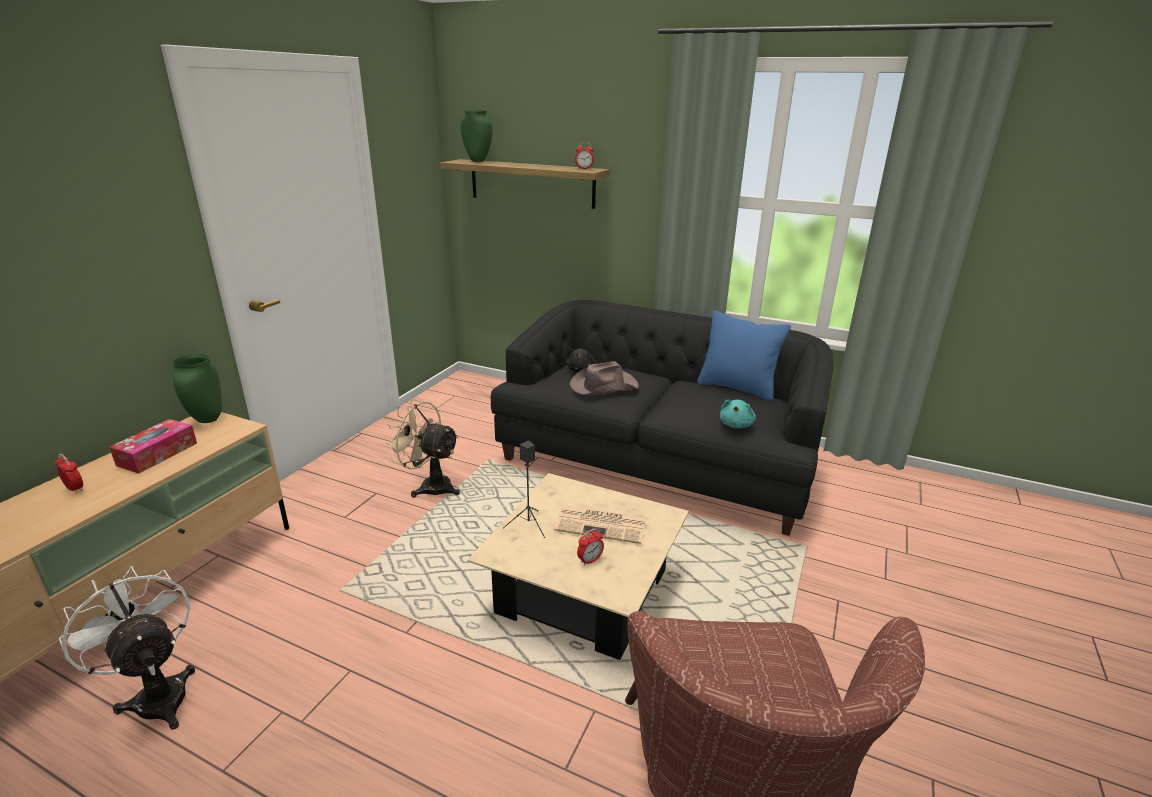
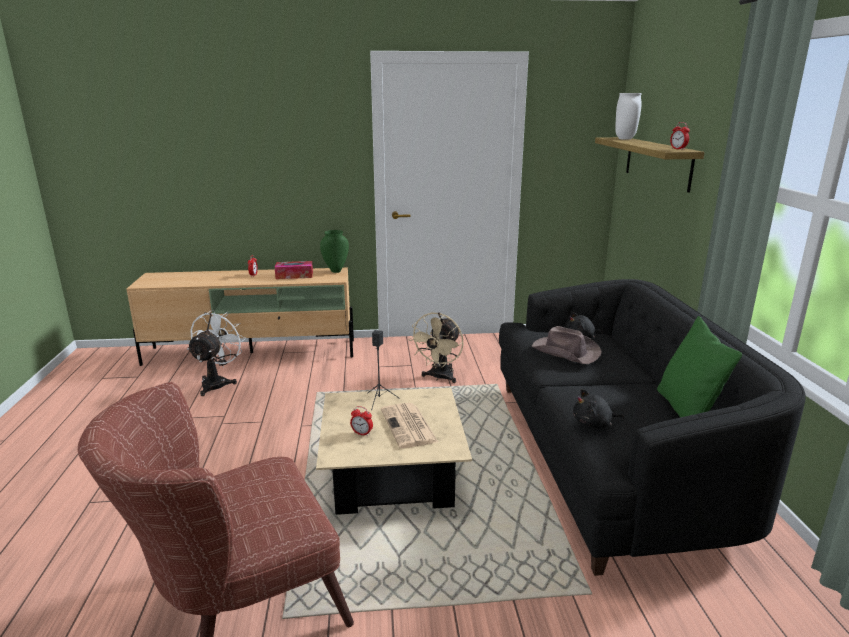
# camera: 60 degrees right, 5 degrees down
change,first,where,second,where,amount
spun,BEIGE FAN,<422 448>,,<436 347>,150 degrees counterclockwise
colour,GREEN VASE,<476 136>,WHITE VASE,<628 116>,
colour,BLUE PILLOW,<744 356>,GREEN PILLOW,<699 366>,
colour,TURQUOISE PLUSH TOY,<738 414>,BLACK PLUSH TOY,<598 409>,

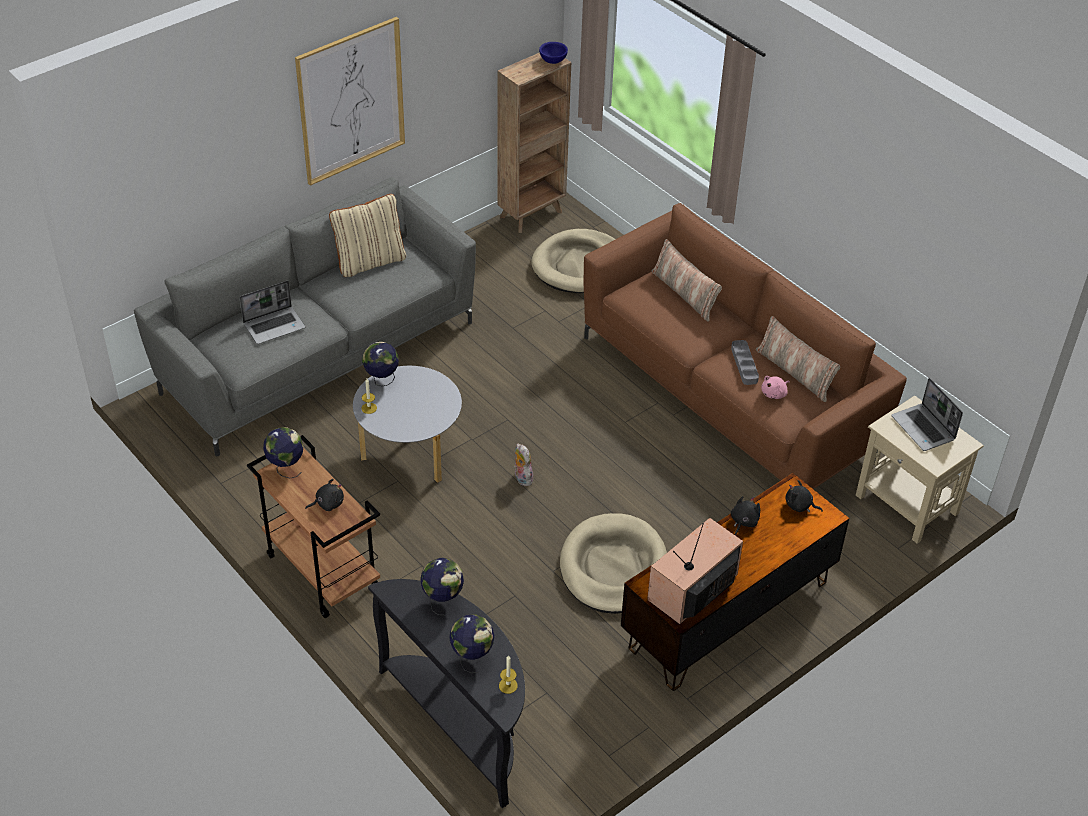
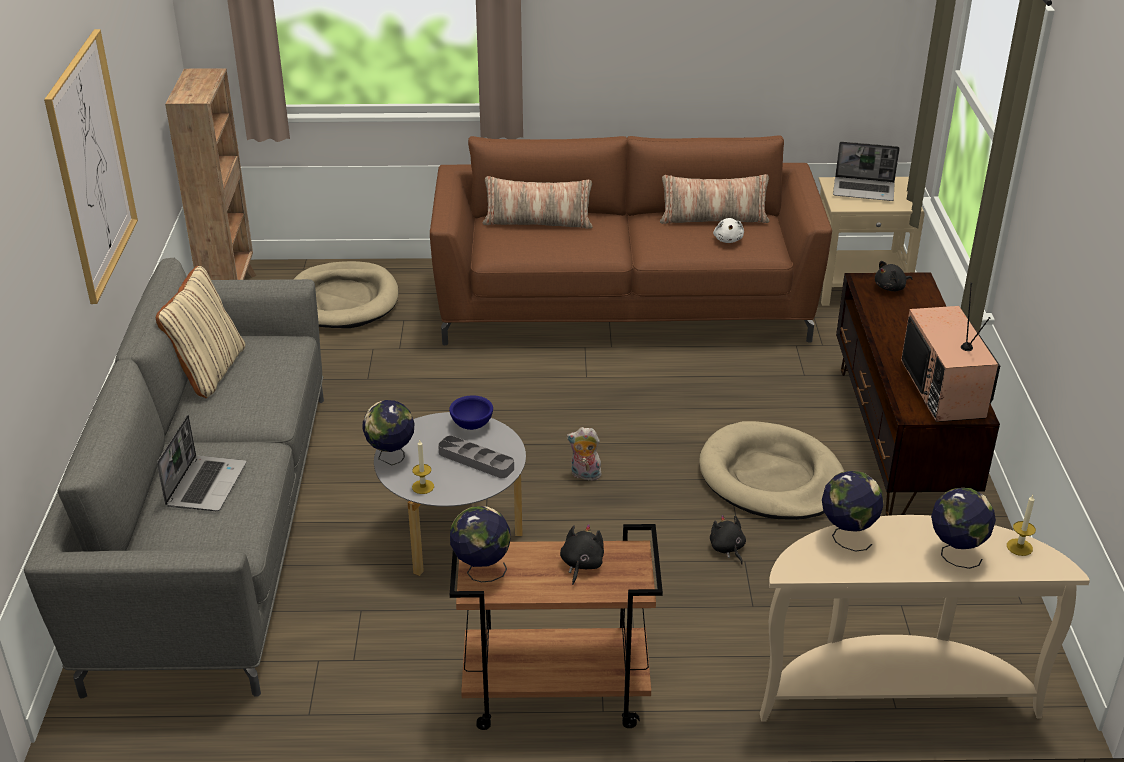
# camera: 50 degrees left, 10 degrees down
change,first,where,second,where,amount
colour,BLACK CONSOLE TABLE,<446 693>,BEIGE CONSOLE TABLE,<925 618>,
relocated,BLUE BOWL,<553 53>,,<471 412>,
relocated,GREY TRAY,<745 362>,,<476 456>,
relocated,BLACK PLUSH TOY,<745 515>,,<728 540>,
colour,PINK PLUSH TOY,<775 387>,WHITE PLUSH TOY,<728 230>,

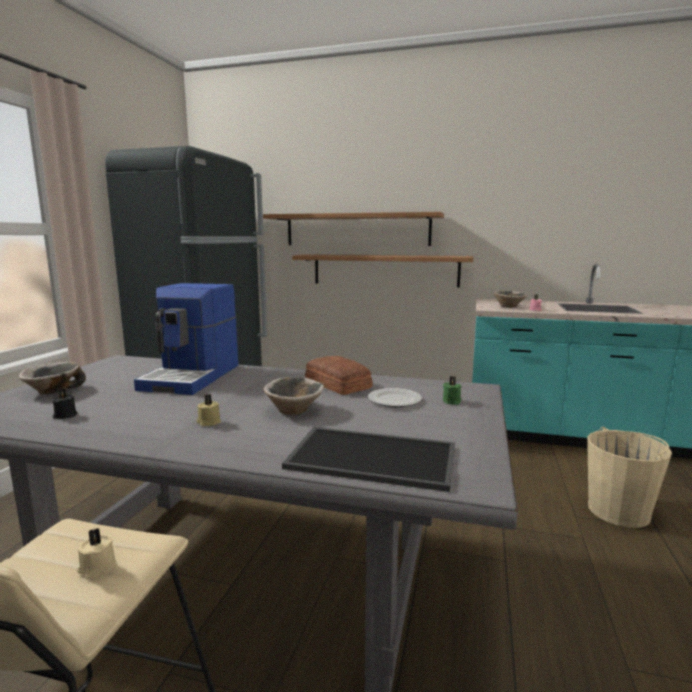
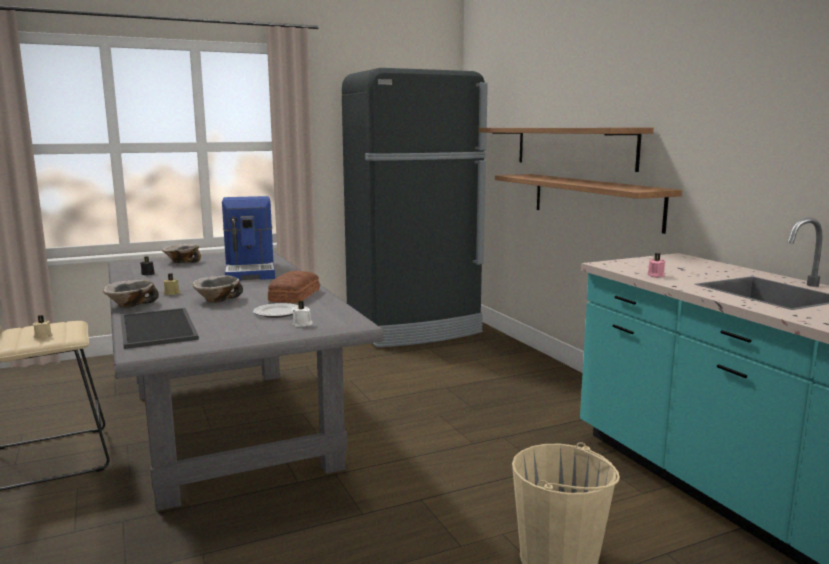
# camera: 50 degrees right, 0 degrees up
change,first,where,second,where,amount
spun,COFFEE MACHINE,<186 339>,,<248 238>,75 degrees counterclockwise
colour,GREEN CANDLE,<452 390>,WHITE CANDLE,<303 314>,
relocated,BOWL,<510 299>,,<131 294>,

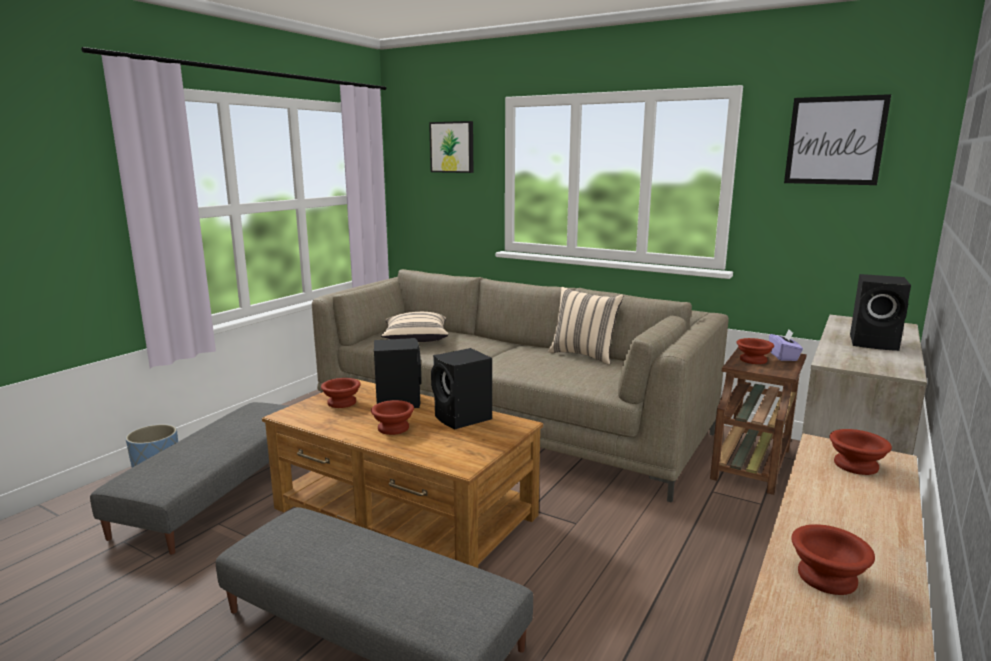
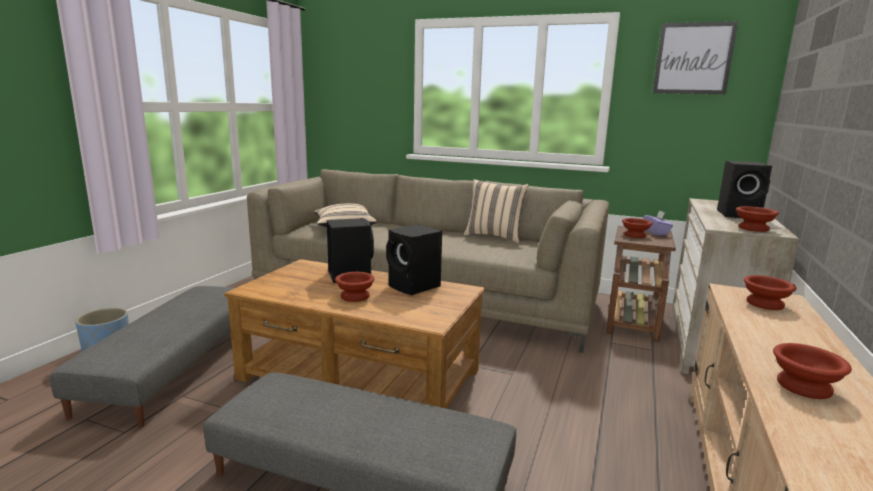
# camera: 10 degrees left, 0 degrees up
change,first,where,second,where,amount
relocated,BROWN BOWL,<341 393>,,<757 219>,
missing,PICTURE,<451 147>,,,

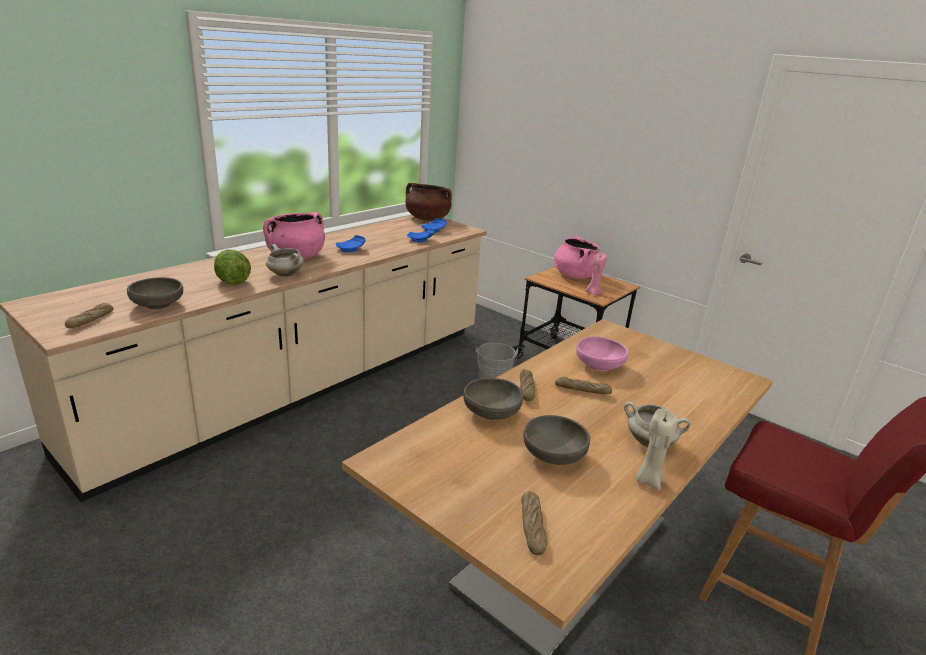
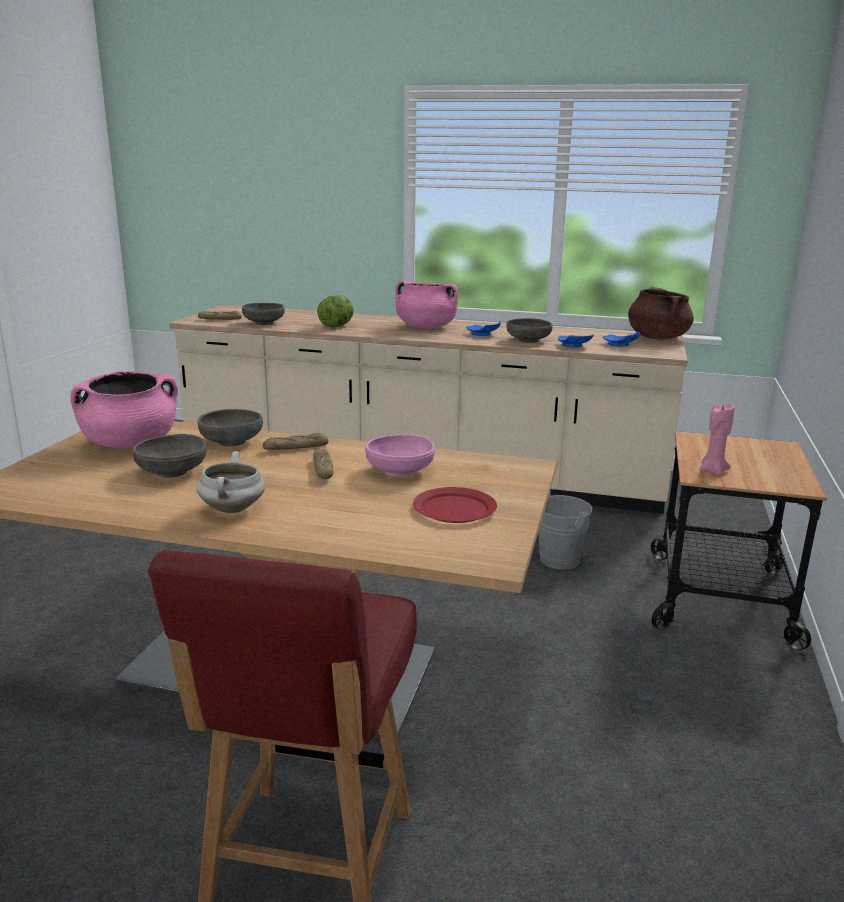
# camera: 65 degrees right, 5 degrees down
change,first,where,second,where,amount
missing,WHITE COOKING POT,<285 260>,,,
missing,BREAD,<534 523>,,,
relocated,PINK COOKING POT,<577 257>,,<124 410>,
missing,BEIGE CANDLE,<656 449>,,,
appeared,,,RED PLATE,<455 505>,
appeared,,,GREY BOWL,<530 330>,

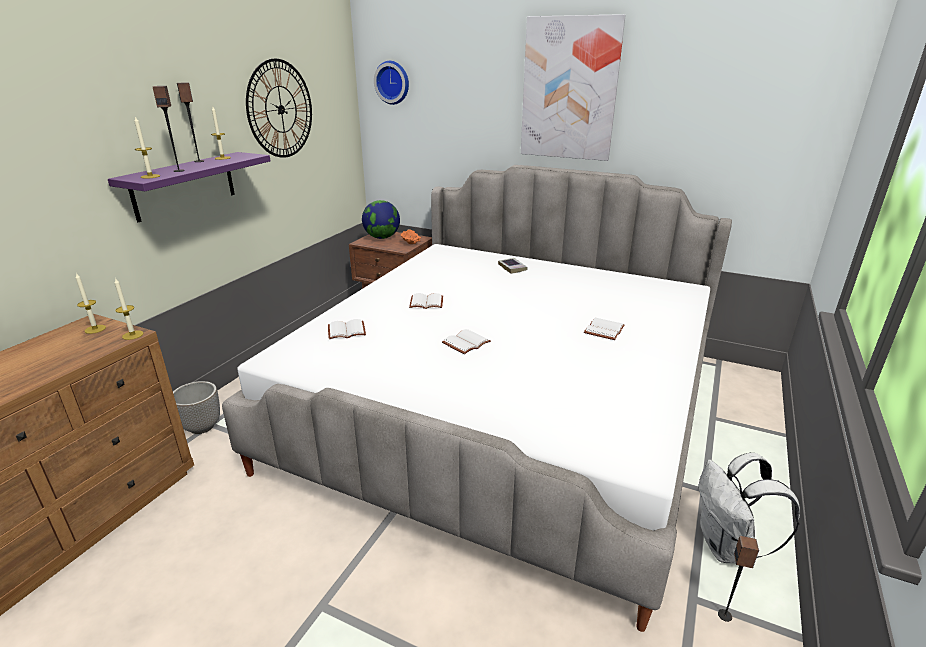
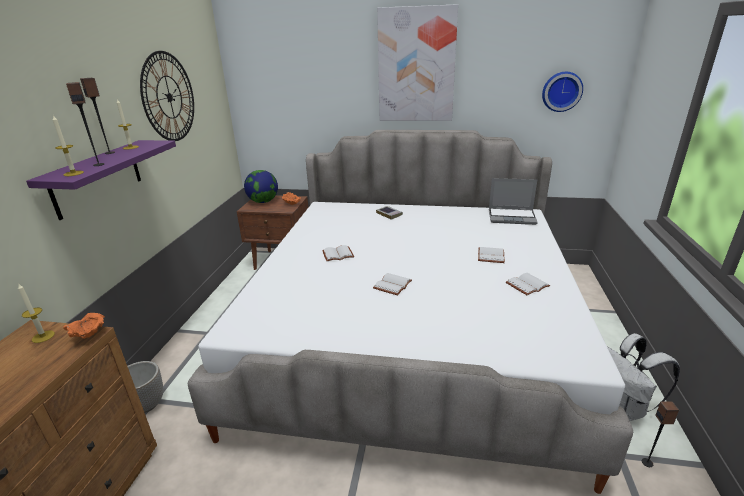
# camera: 15 degrees left, 0 degrees up
change,first,where,second,where,amount
exchanged,CANDLE,<129 309>,ORANGE BOWL,<84 326>,
relocated,WHITE BOOK,<347 329>,,<528 284>,
relocated,WALL CLOCK,<391 83>,,<562 92>,
appeared,,,LAPTOP,<513 201>,

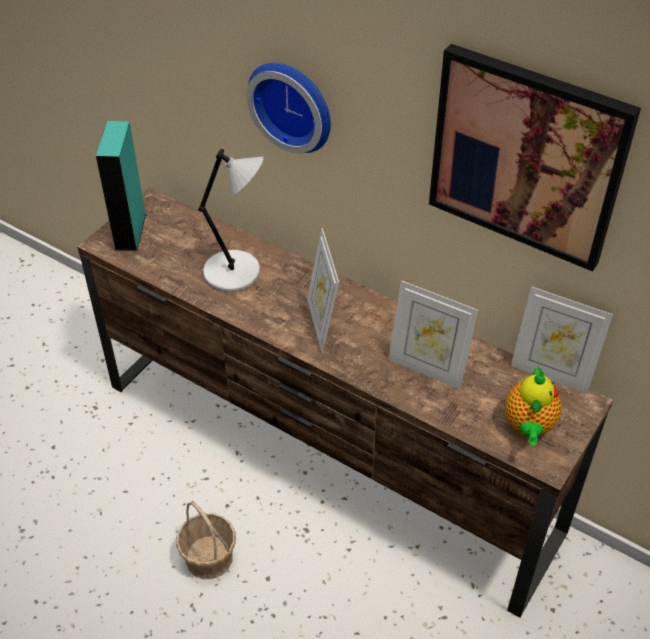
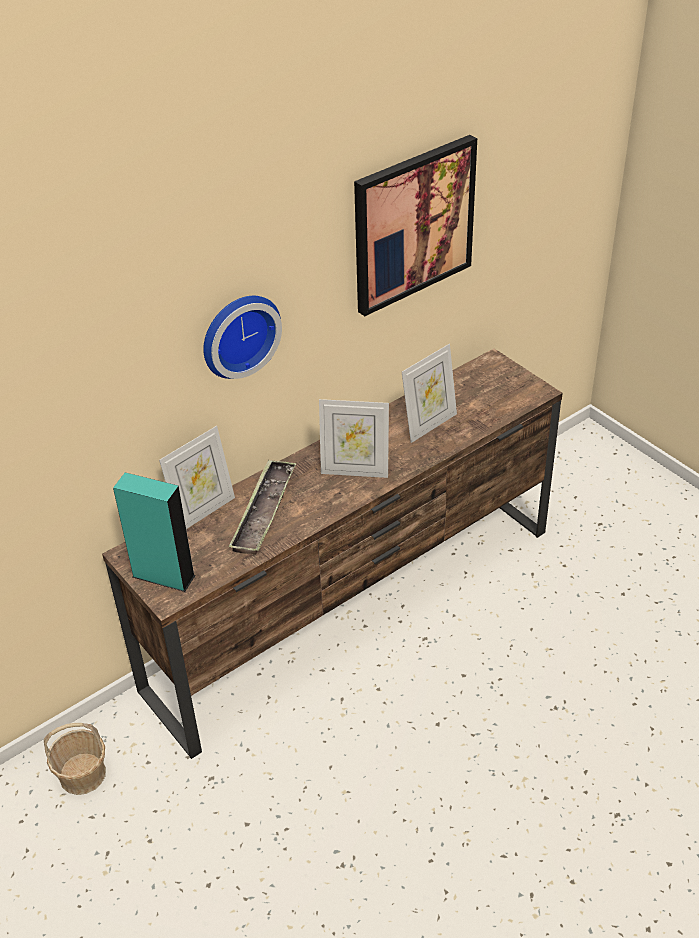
# camera: 70 degrees left, 5 degrees down
change,first,where,second,where,amount
relocated,BASKET,<206 540>,,<75 759>,
exchanged,GREY TABLE LAMP,<231 220>,TRAY,<262 507>,
missing,TEAPOT,<533 405>,,,
relocated,PICTURE FRAME,<562 340>,,<197 477>,

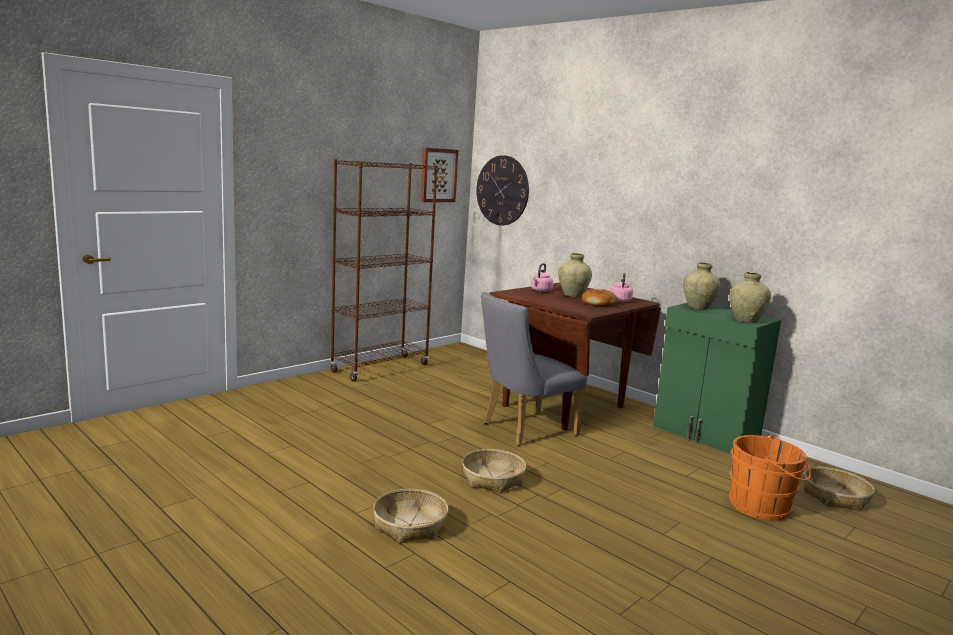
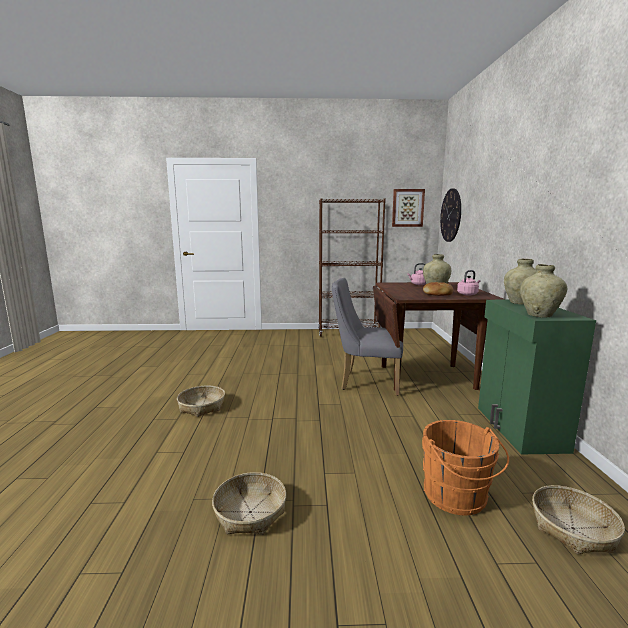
# camera: 45 degrees right, 0 degrees up
change,first,where,second,where,amount
relocated,BASKET,<494 471>,,<249 503>,

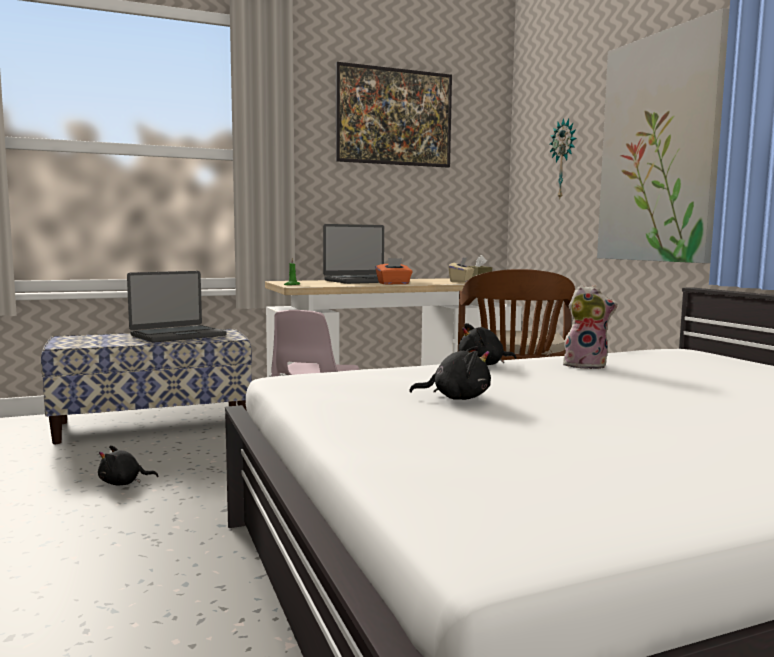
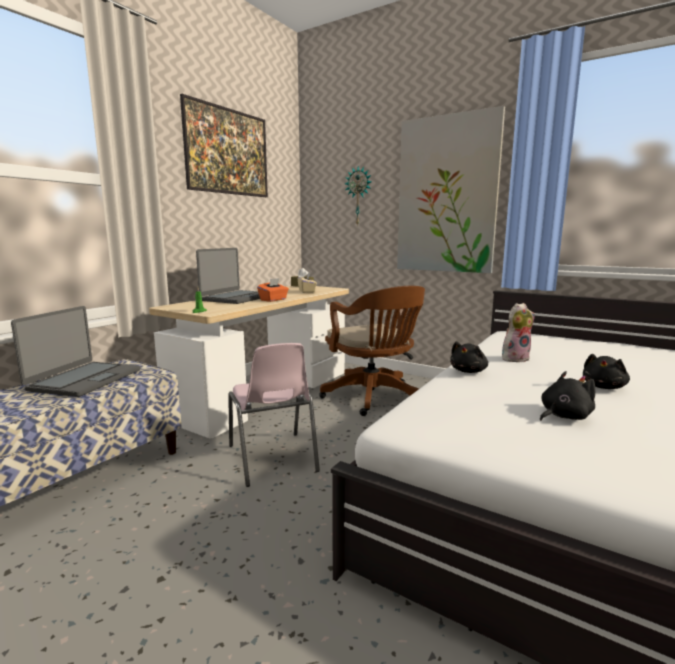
# camera: 35 degrees left, 5 degrees up
change,first,where,second,where,amount
relocated,BLACK PLUSH TOY,<128 465>,,<606 371>,

